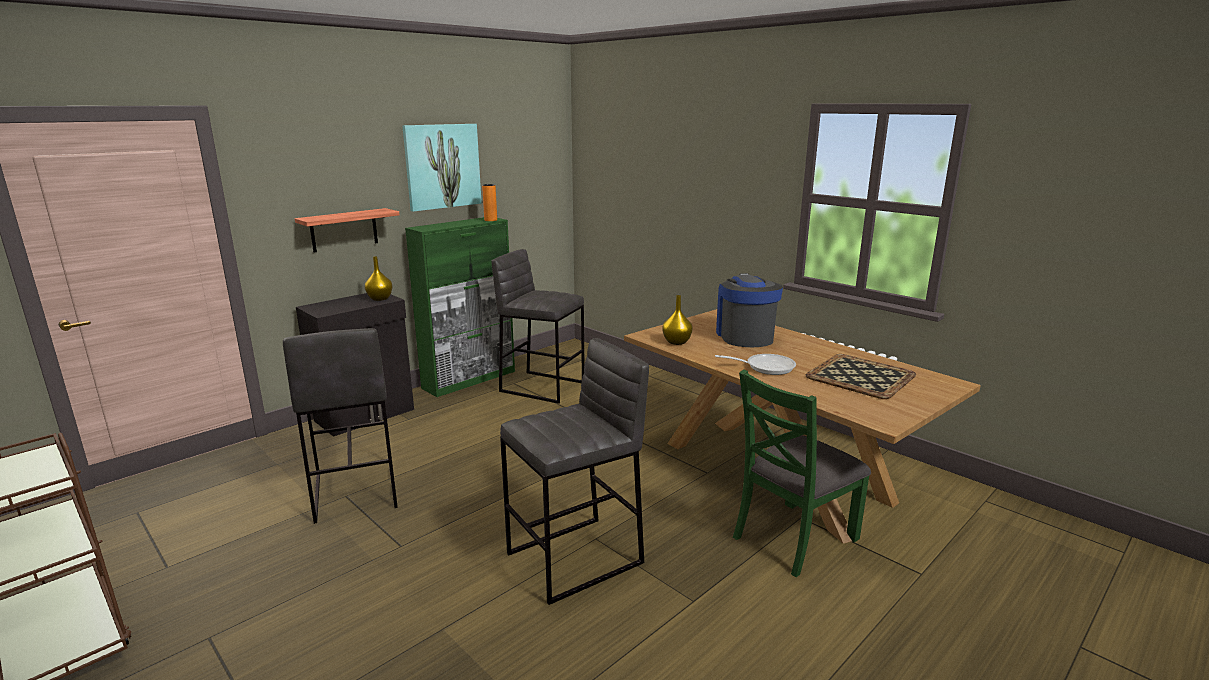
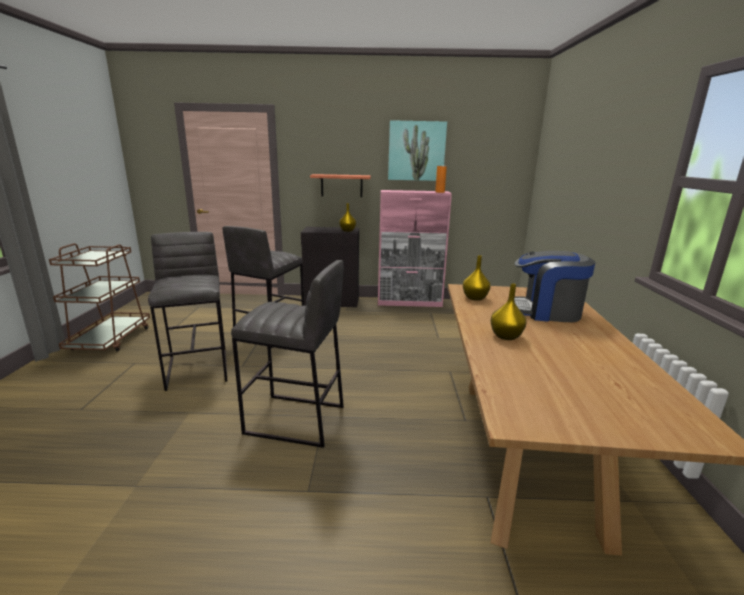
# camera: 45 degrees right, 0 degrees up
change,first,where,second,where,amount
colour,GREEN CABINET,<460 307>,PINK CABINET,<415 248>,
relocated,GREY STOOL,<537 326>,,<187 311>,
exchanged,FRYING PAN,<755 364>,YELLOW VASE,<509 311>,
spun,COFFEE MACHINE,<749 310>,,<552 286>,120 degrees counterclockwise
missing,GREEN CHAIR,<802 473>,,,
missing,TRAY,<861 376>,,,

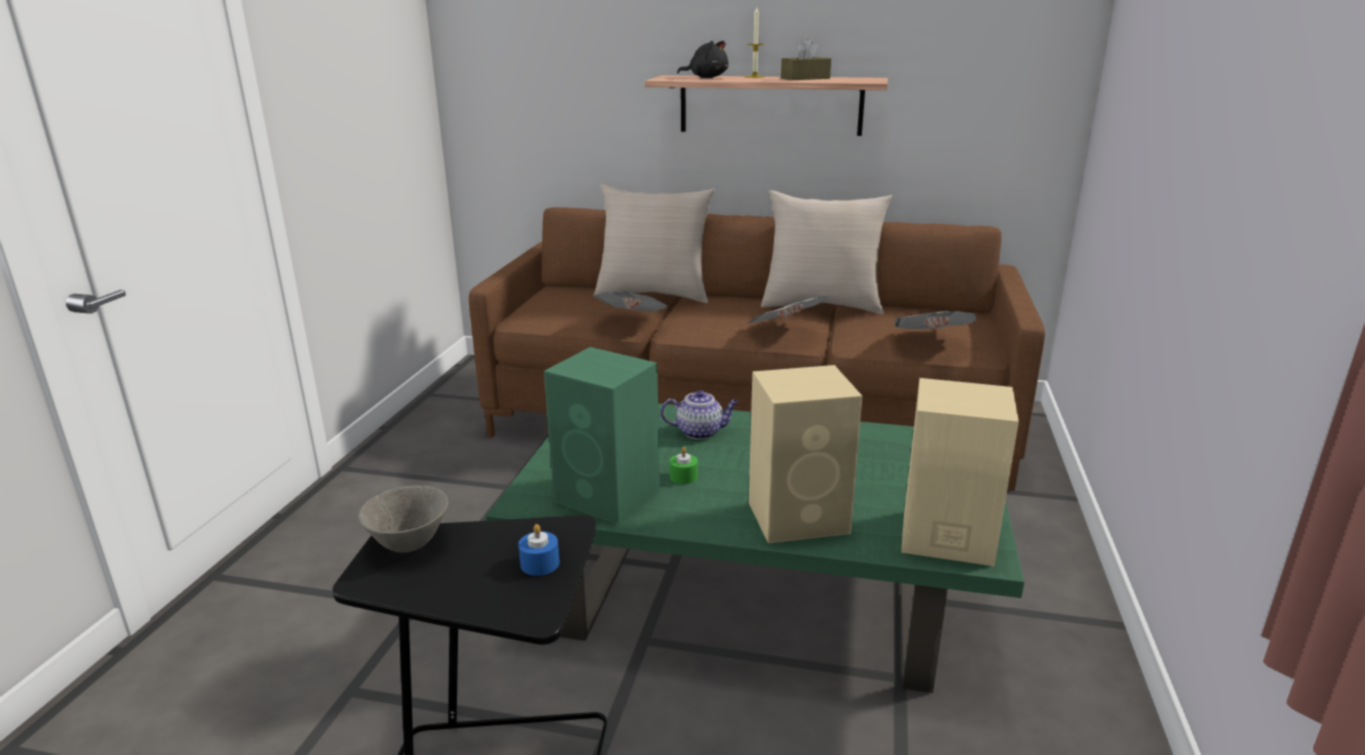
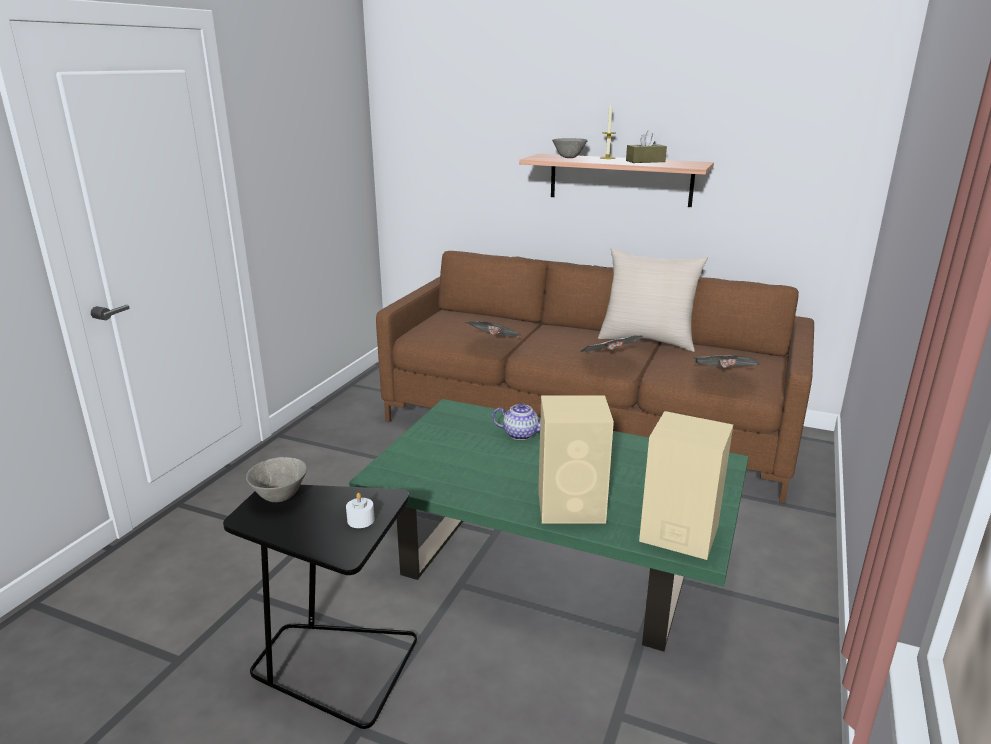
# camera: 10 degrees right, 0 degrees up
change,first,where,second,where,amount
colour,BLUE CANDLE,<538 550>,WHITE CANDLE,<360 510>,
missing,GREEN SPEAKER,<602 436>,,,
missing,BEIGE PILLOW,<654 243>,,,
missing,GREEN CANDLE,<684 465>,,,
exchanged,BLACK PLUSH TOY,<703 59>,GREY BOWL,<570 148>,

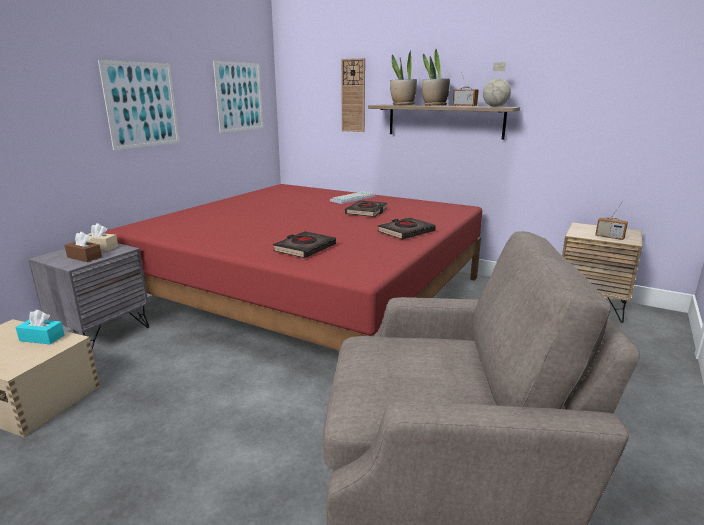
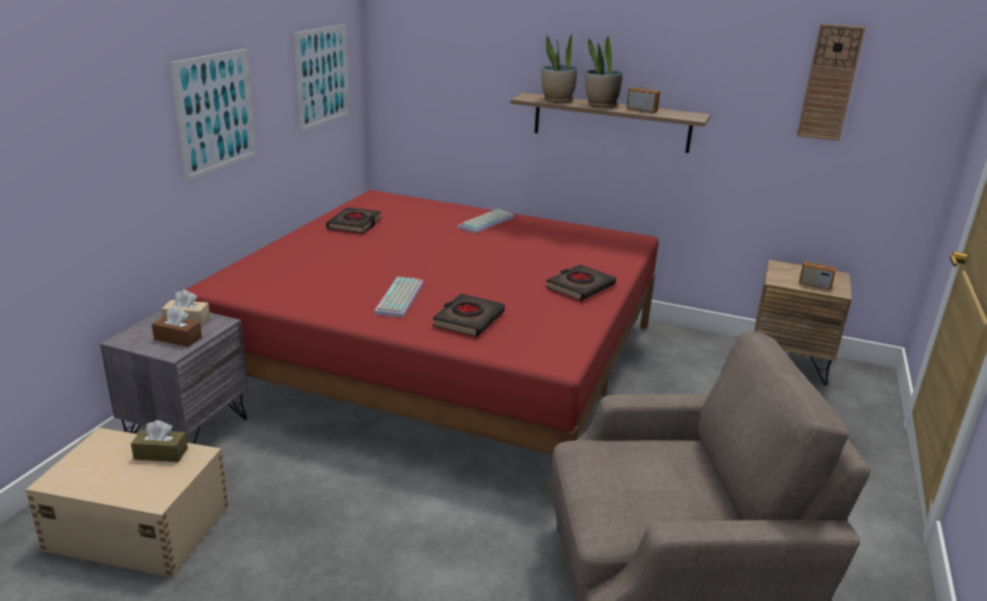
# camera: 10 degrees left, 5 degrees up
change,first,where,second,where,amount
colour,TURQUOISE TISSUE BOX,<40 327>,BROWN TISSUE BOX,<159 441>,
relocated,WALL CLOCK,<353 95>,,<831 82>,
relocated,BLACK BOOK,<366 208>,,<353 220>,
missing,GLOBE,<497 84>,,,
appeared,,,KEYBOARD,<399 297>,

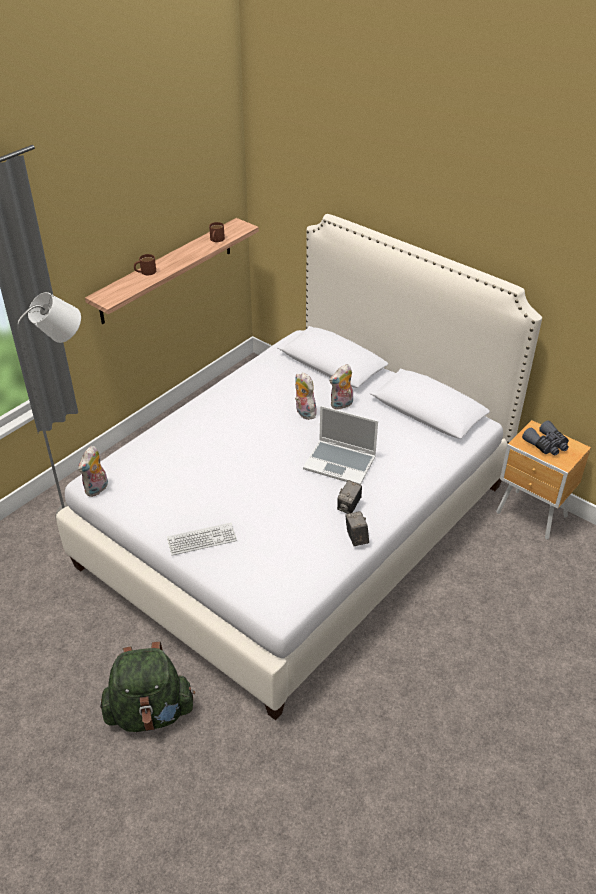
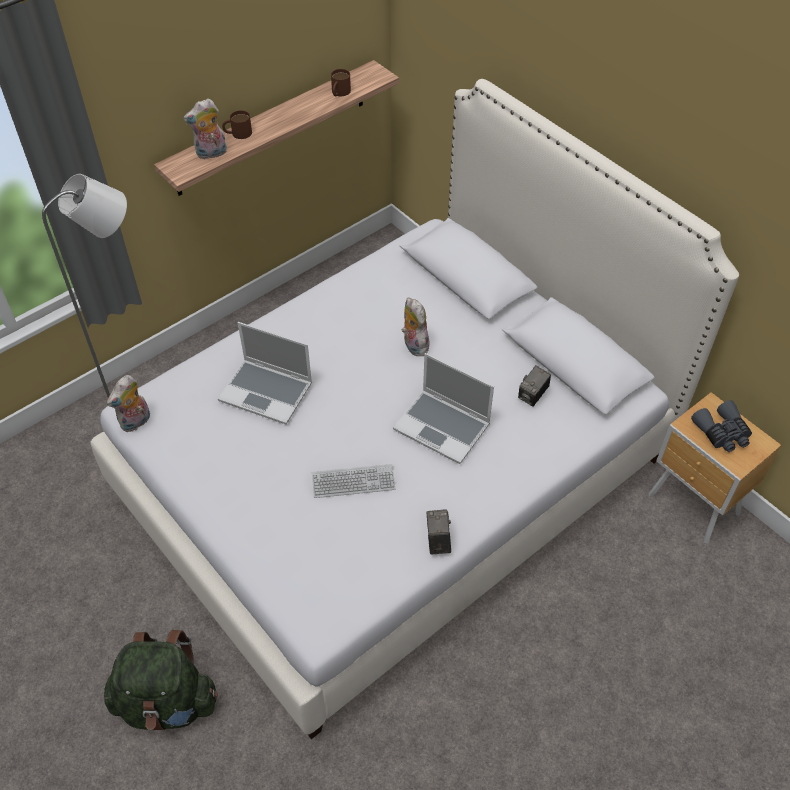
# camera: 10 degrees right, 10 degrees up
change,first,where,second,where,amount
relocated,KEYBOARD,<202 538>,,<353 481>,
relocated,PLUSH TOY,<341 387>,,<205 128>,
relocated,PHOTO CAMERA,<349 497>,,<534 386>,
appeared,,,LAPTOP,<265 373>,

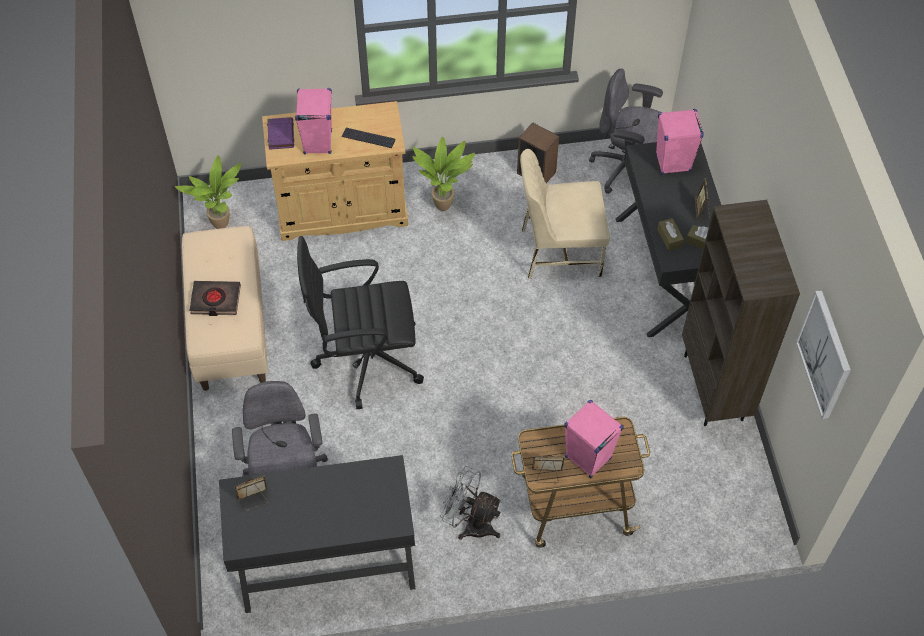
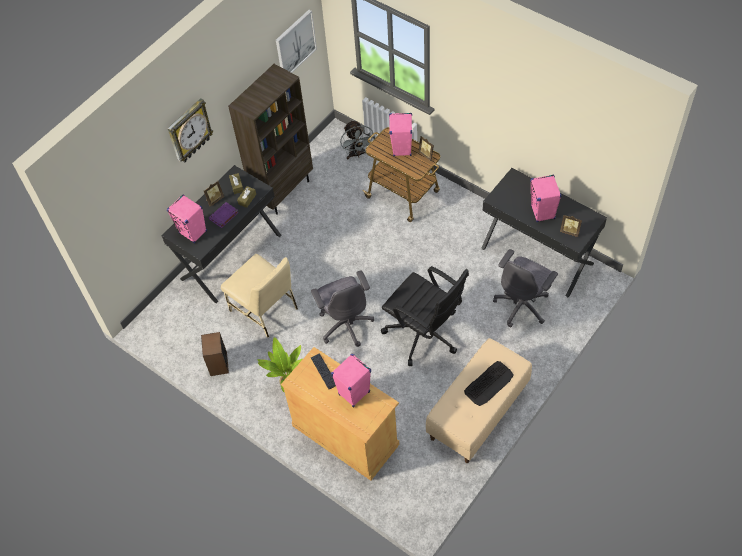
# camera: 130 degrees left, 0 degrees up
change,first,where,second,where,amount
missing,POTTED PLANT,<208 192>,,,
exchanged,BLACK BOOK,<215 298>,KEYBOARD,<488 383>,
relocated,PURPLE BOOK,<280 133>,,<224 215>,
relocated,GREY FAN,<471 503>,,<357 140>,
relocated,GREY OFFICE CHAIR,<626 131>,,<342 309>,
appeared,,,WALL CLOCK,<190 130>,
appeared,,,PINK SPEAKER,<546 198>,

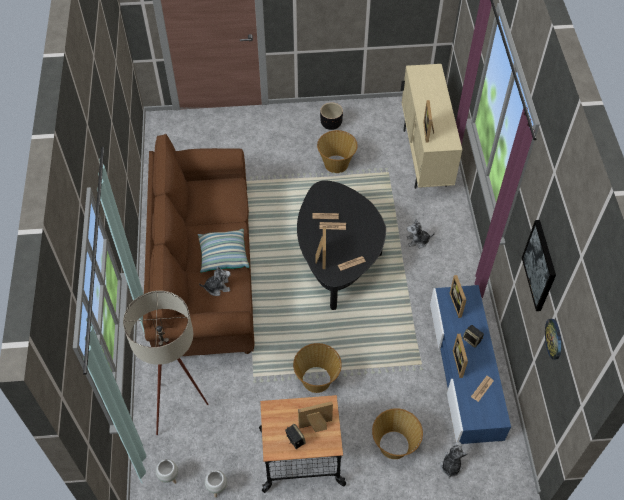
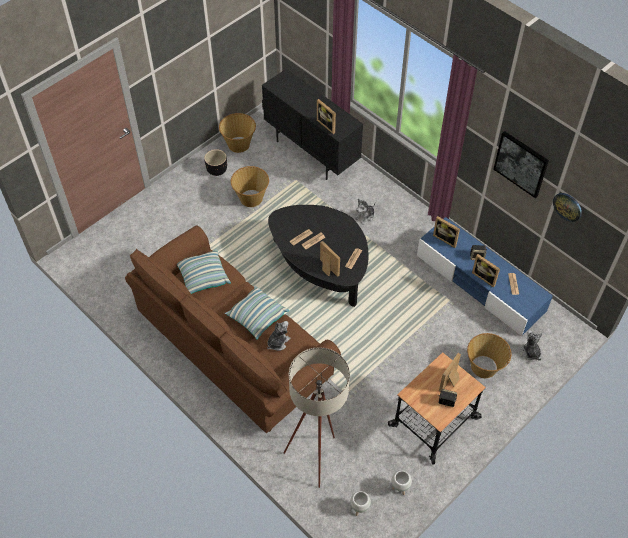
# camera: 40 degrees left, 0 degrees up
change,first,where,second,where,amount
relocated,BASKET,<317 368>,,<237 133>,
colour,BEIGE CABINET,<431 126>,BLACK CABINET,<312 124>,
appeared,,,PILLOW,<204 271>,

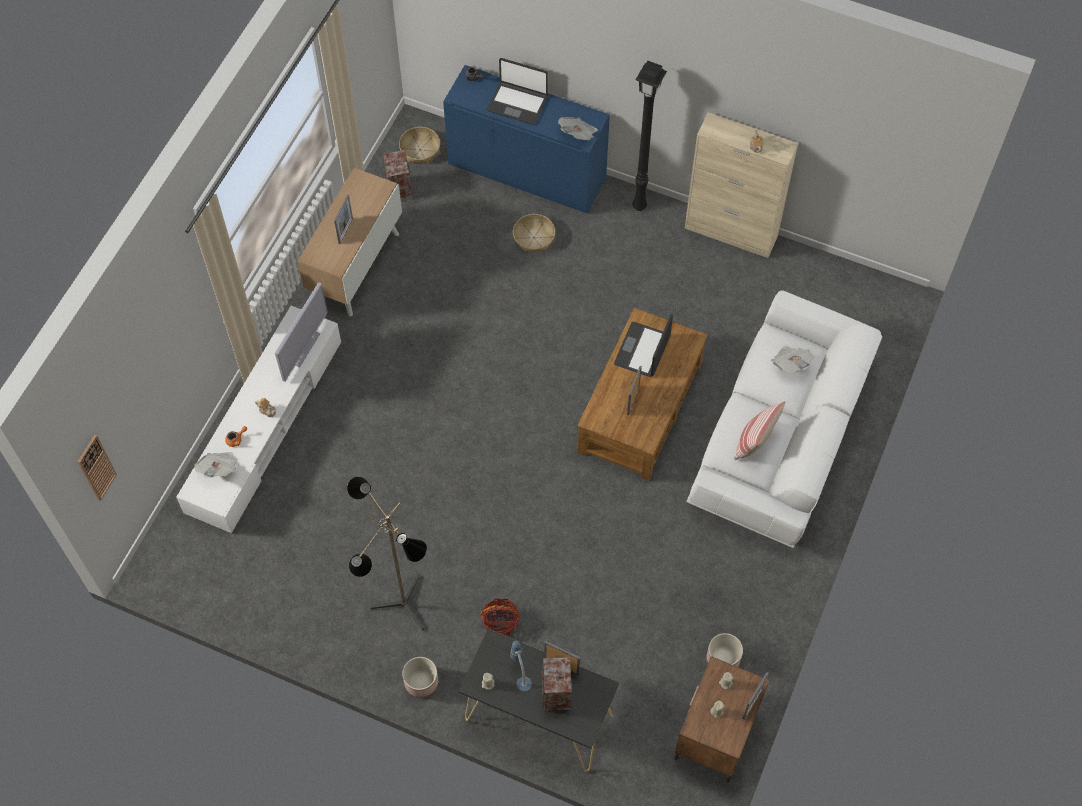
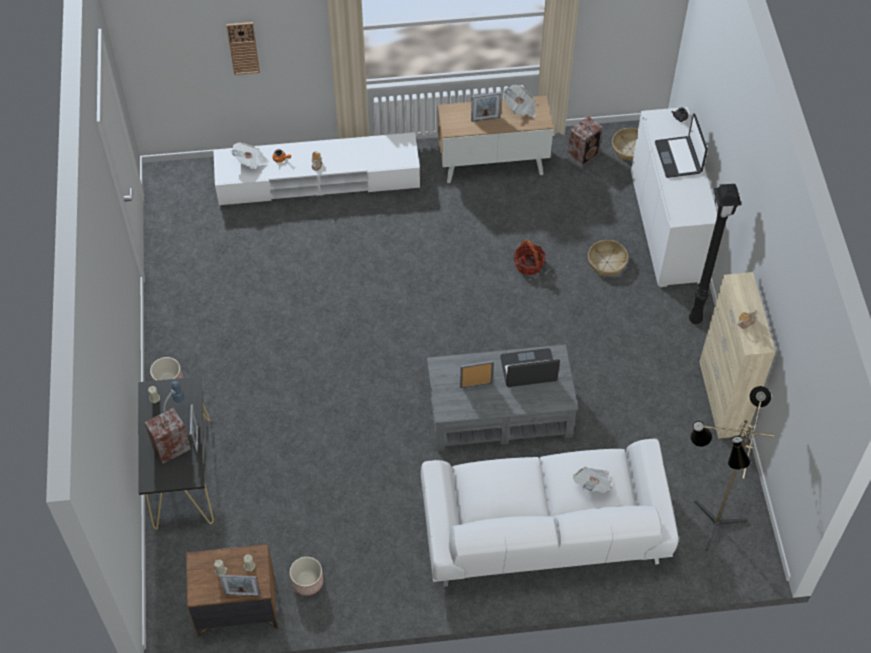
# camera: 60 degrees right, 5 degrees down
change,first,where,second,where,amount
relocated,WALL CLOCK,<97 468>,,<243 48>,
missing,TELEVISION,<301 332>,,,
relocated,FLOOR LAMP,<387 554>,,<732 468>,
colour,BLUE CABINET,<526 139>,WHITE CABINET,<674 197>,
relocated,BASKET,<500 617>,,<529 257>,
relocated,NEWSPAPER,<578 129>,,<520 101>,
colour,BROWN COFFEE TABLE,<642 394>,GREY COFFEE TABLE,<502 398>,
missing,PILLOW,<760 430>,,,

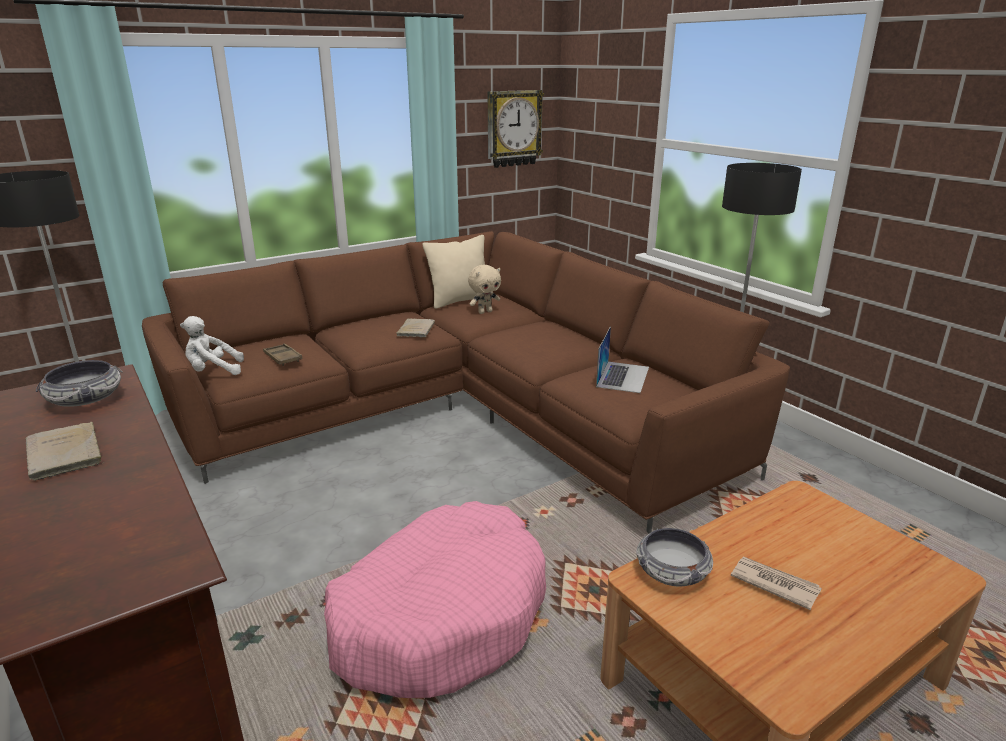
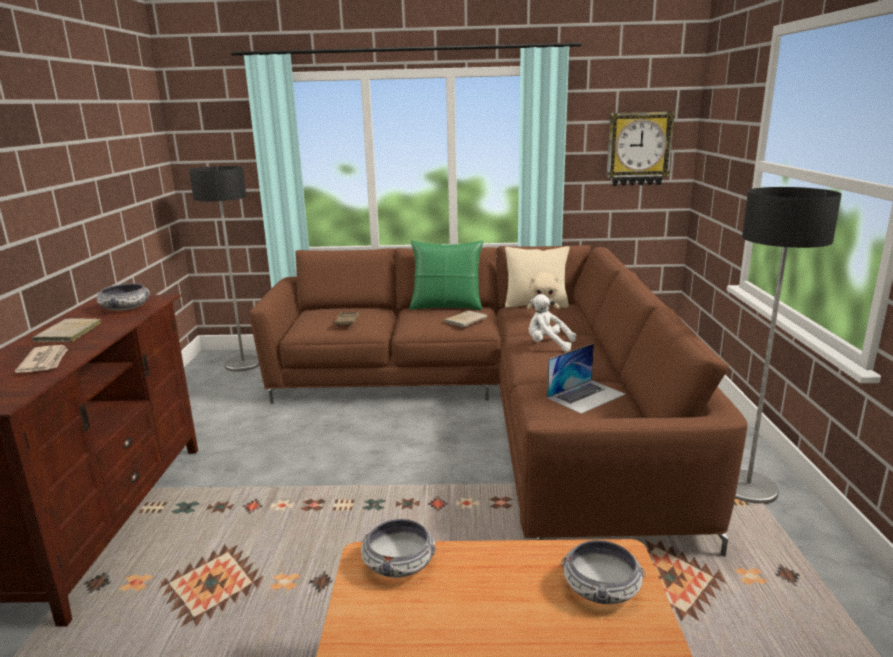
# camera: 35 degrees right, 5 degrees down
change,first,where,second,where,amount
relocated,WHITE PLUSH TOY,<212 345>,,<552 322>,
missing,PINK DOG BED,<435 599>,,,
relocated,NEWSPAPER,<776 583>,,<41 359>,
appeared,,,GREEN PILLOW,<446 275>,
appeared,,,BOWL,<603 572>,

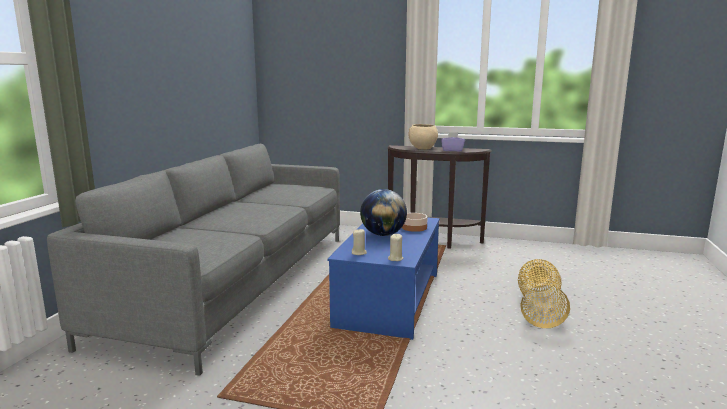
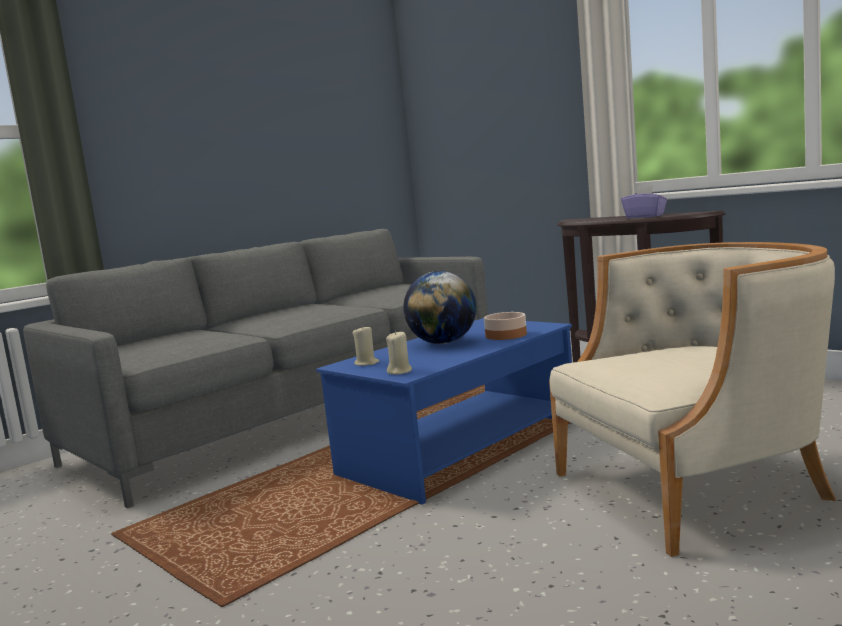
# camera: 30 degrees right, 5 degrees down
change,first,where,second,where,amount
missing,BEIGE BOWL,<423 137>,,,
exchanged,BASKET,<544 293>,BEIGE ARMCHAIR,<692 399>,

